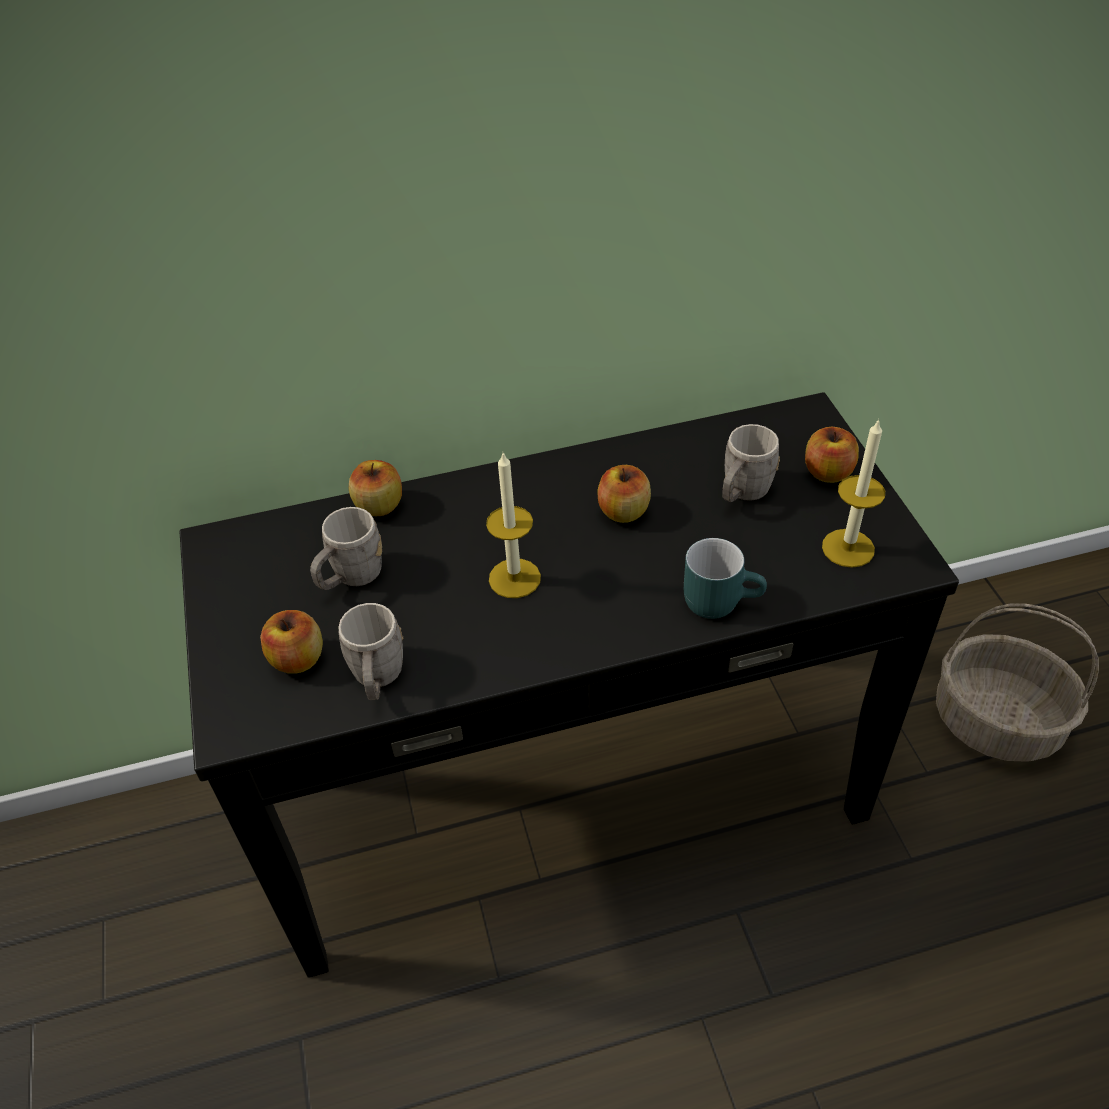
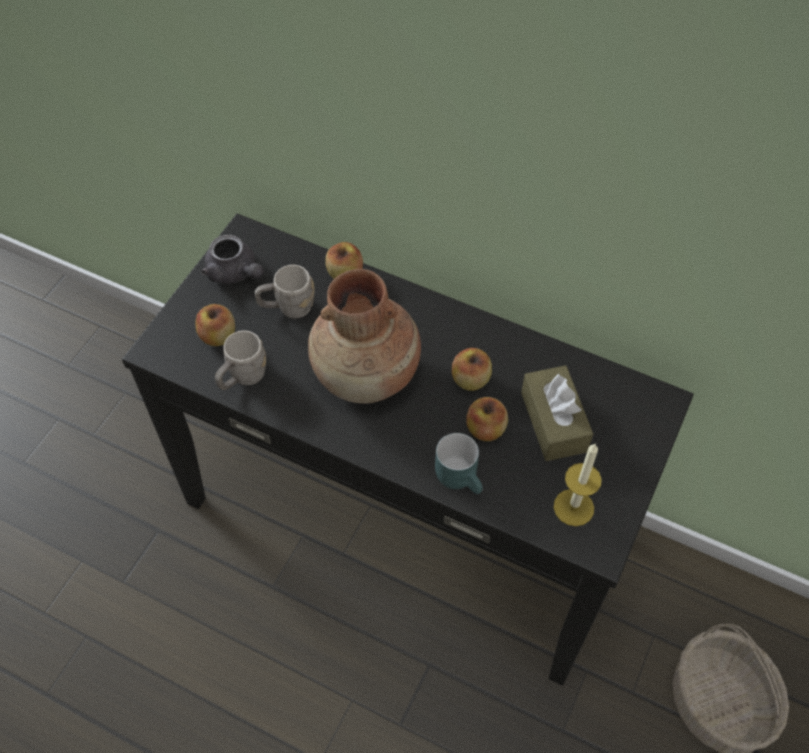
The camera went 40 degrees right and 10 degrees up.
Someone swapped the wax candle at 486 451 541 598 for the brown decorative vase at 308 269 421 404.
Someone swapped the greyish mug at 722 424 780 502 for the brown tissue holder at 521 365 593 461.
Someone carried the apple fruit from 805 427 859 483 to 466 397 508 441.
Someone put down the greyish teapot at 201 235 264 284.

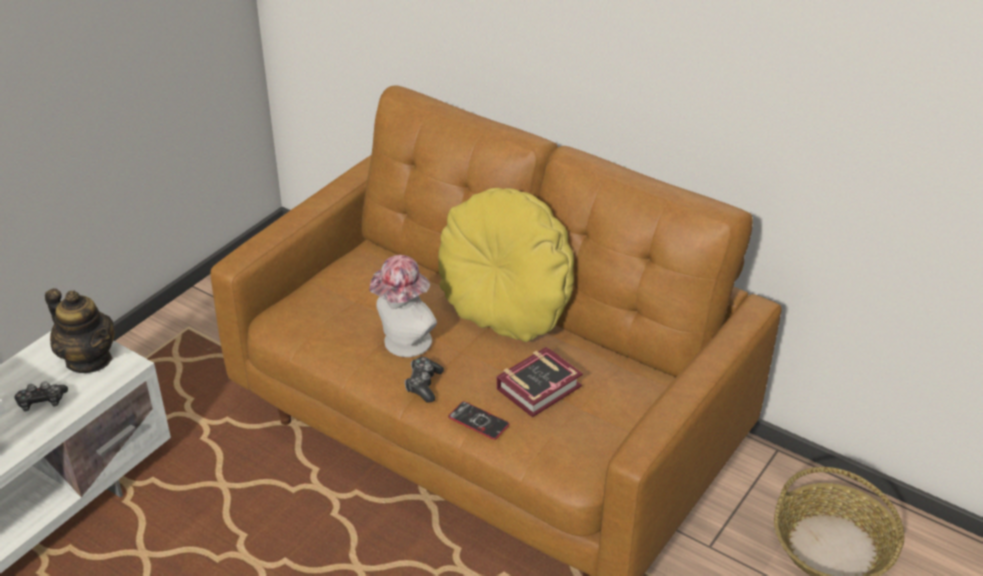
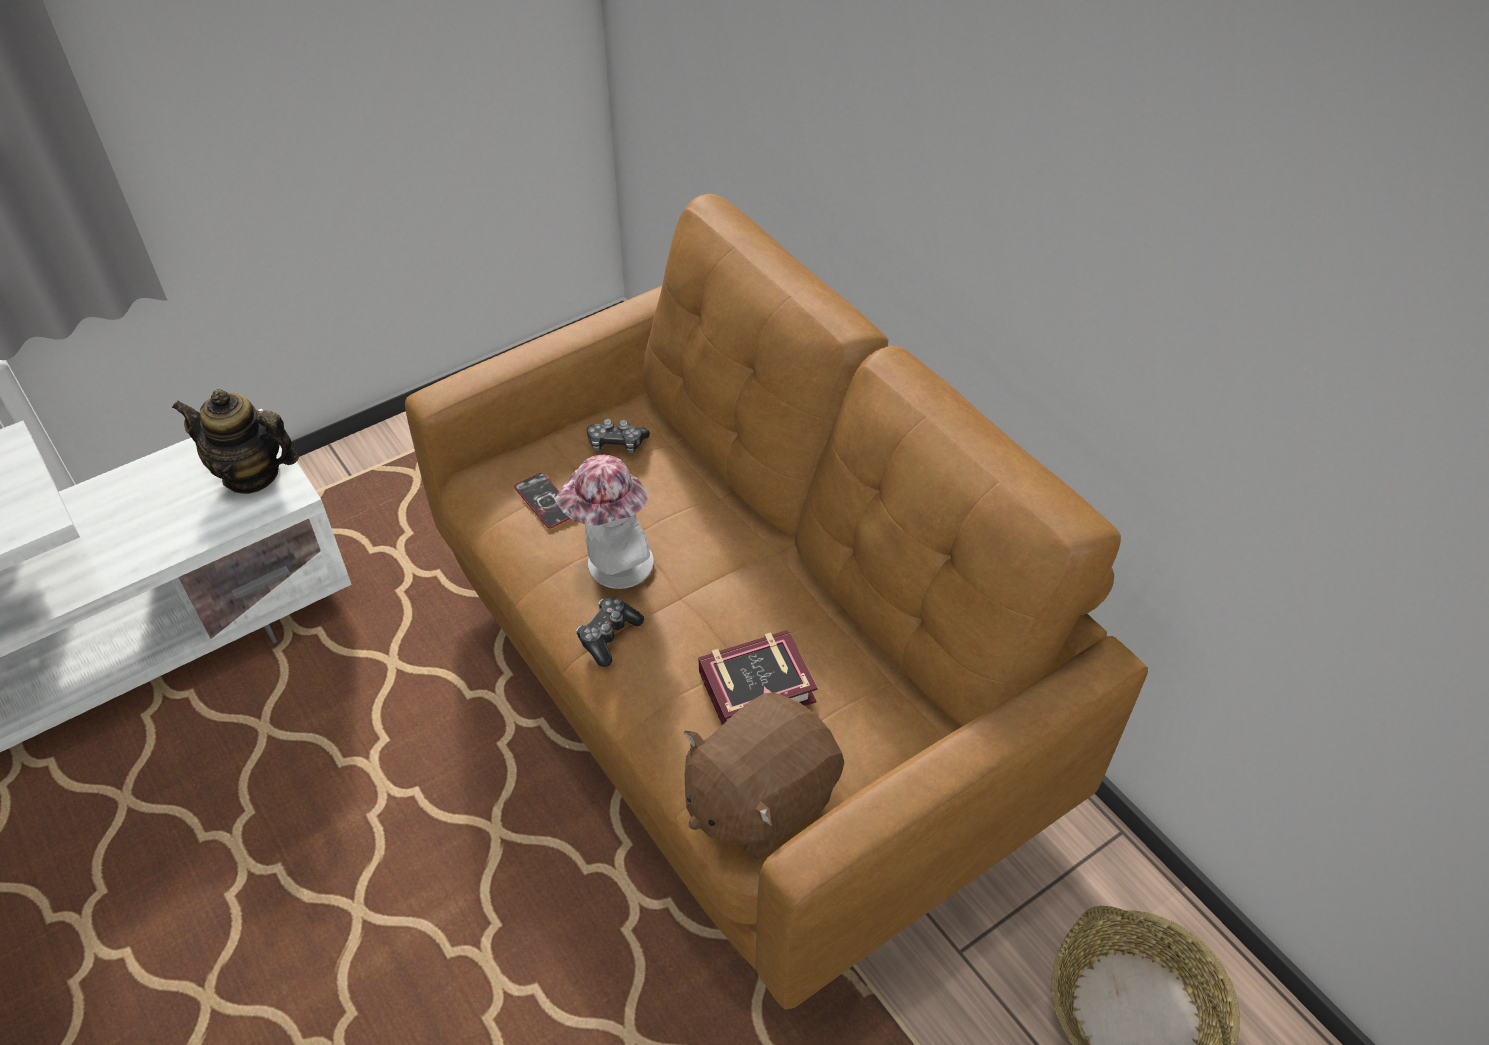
The camera went 20 degrees right and 10 degrees up.
Someone carried the joypad from 14 381 68 411 to 587 419 650 454.
Someone rotated the teapot at 45 288 114 373 by 135 degrees clockwise.
Someone took away the yellowish throw pillow at 438 188 574 342.
Someone carried the handset from 448 401 509 440 to 514 472 571 529.
Someone put down the brown plush toy at 684 693 844 859.

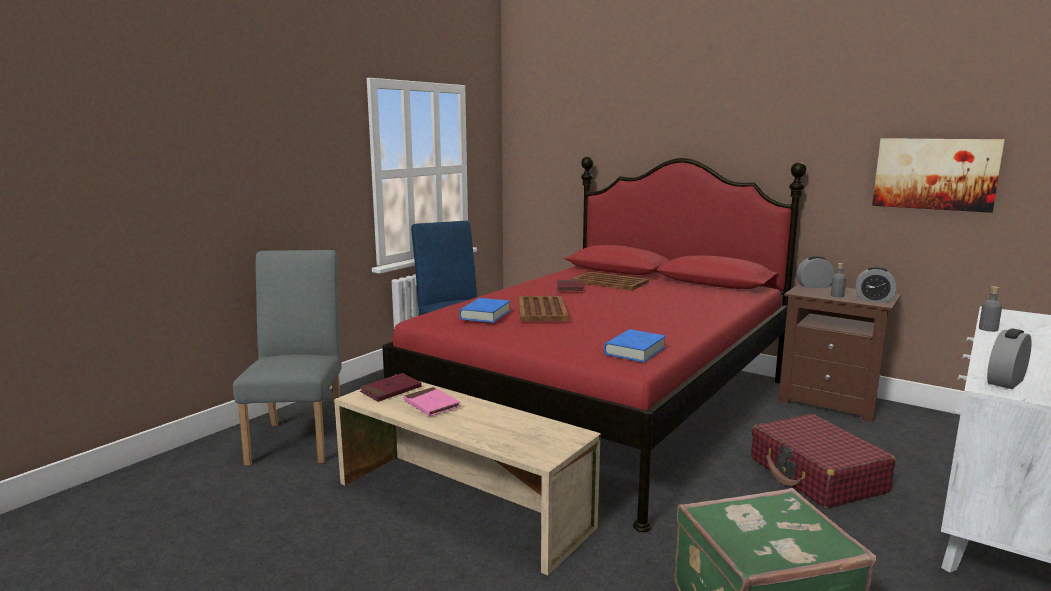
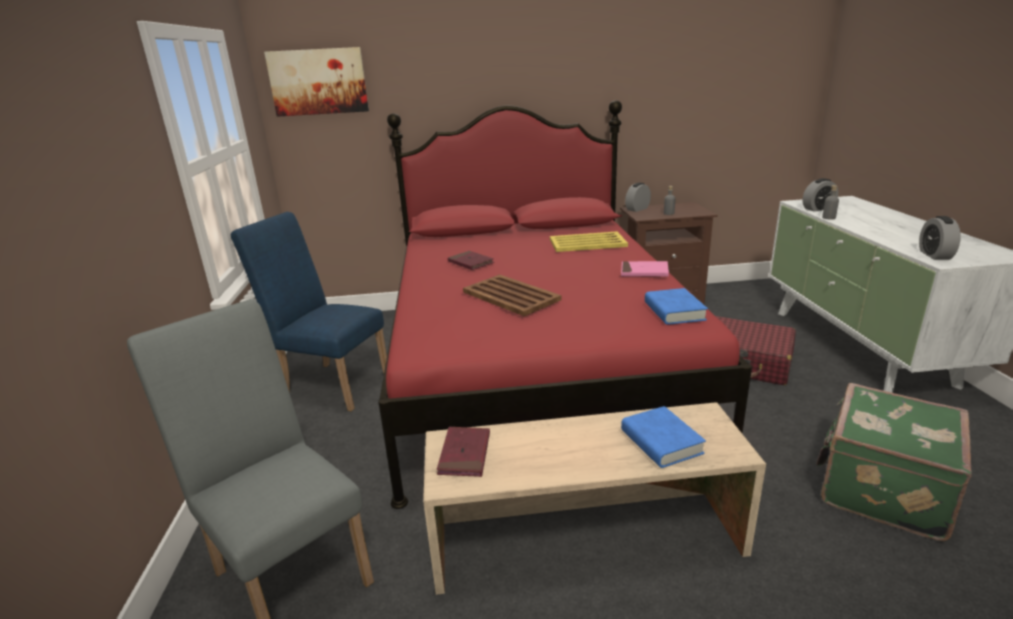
The camera went 40 degrees left and 10 degrees up.
Someone carried the pink-coloured book from 403 387 461 416 to 621 261 669 277.
Someone carried the blue-coloured book from 459 298 510 323 to 621 406 706 468.
Someone took away the brown carrying tray at 572 272 649 290.
Someone carried the table clock from 855 267 896 303 to 803 178 838 212.
Someone carried the picture from 872 138 1005 213 to 264 47 369 117.
Someone put down the yellowish carrying tray at 550 231 628 252.

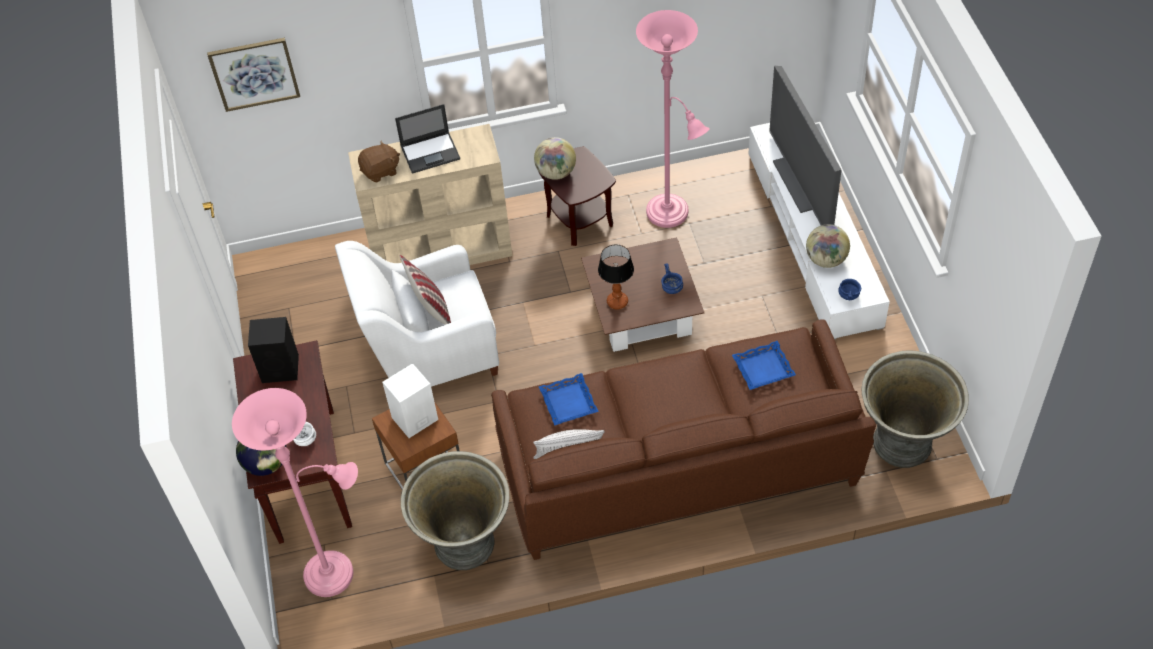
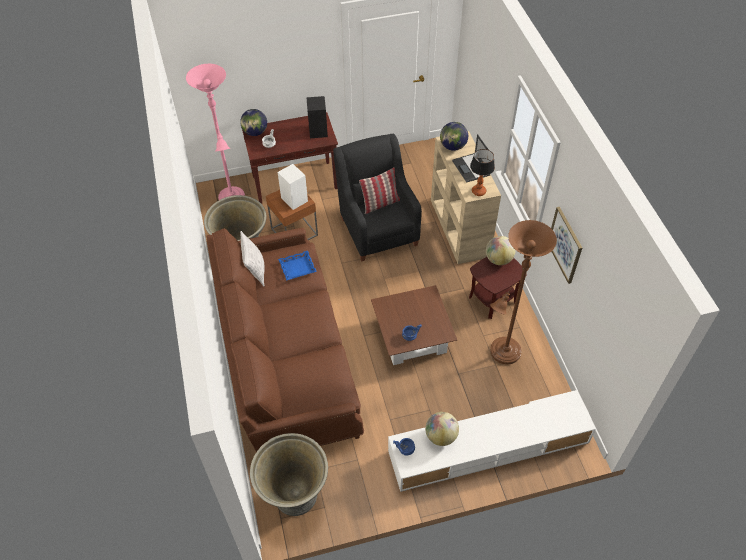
The camera went 85 degrees right and 0 degrees up.
Someone carried the picture from 207 38 300 112 to 551 207 582 284.
Someone repainted the white easy chair at 335 241 499 387, which became the black-coloured easy chair at 333 134 422 261.
Someone swapped the brown plush toy at 358 140 400 182 for the desk globe at 440 122 468 151.
Someone carried the table lamp from 598 244 634 310 to 470 149 495 196.
Someone repainted the pink-coloured standard lamp at 636 10 710 228, which became the brown standard lamp at 490 220 557 364.
Someone took away the blue-coloured carrying tray at 732 341 796 390.
Someone took away the TV at 769 65 842 225.

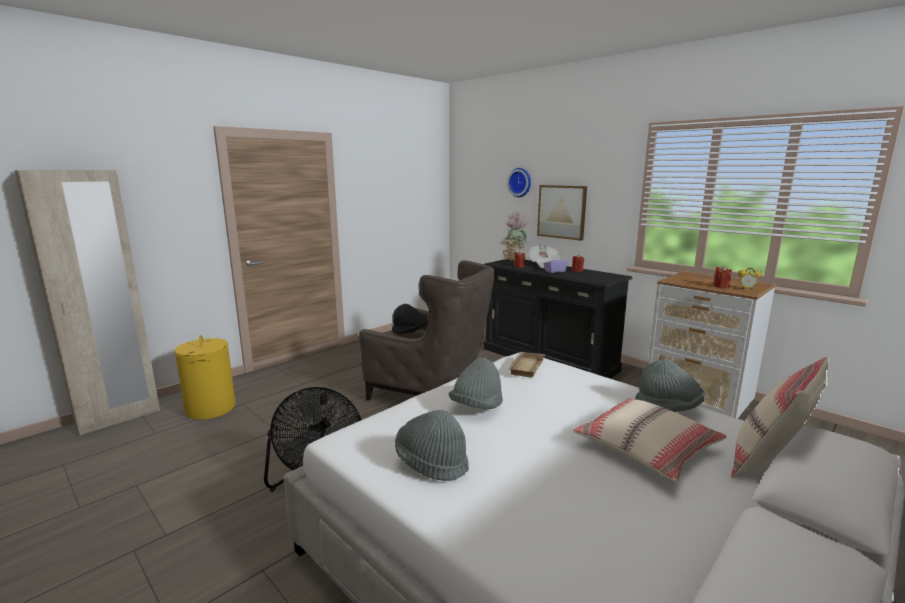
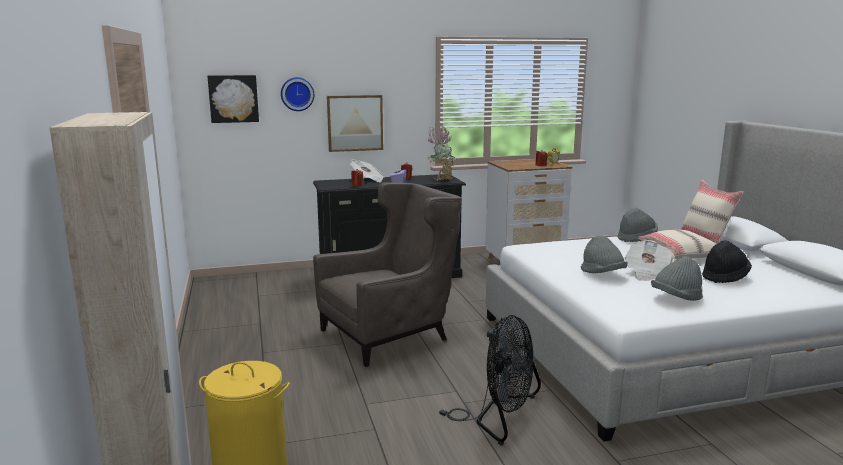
The camera went 60 degrees left and 0 degrees up.
Someone carried the black-coloured hat from 392 304 428 334 to 702 240 752 283.
Someone carried the plant in a pot from 501 212 529 260 to 427 125 455 180.
Someone took away the beige-coloured carrying tray at 508 352 545 377.
Someone put up the picture at 207 75 259 123.
Someone put down the printed paper at 625 240 675 281.

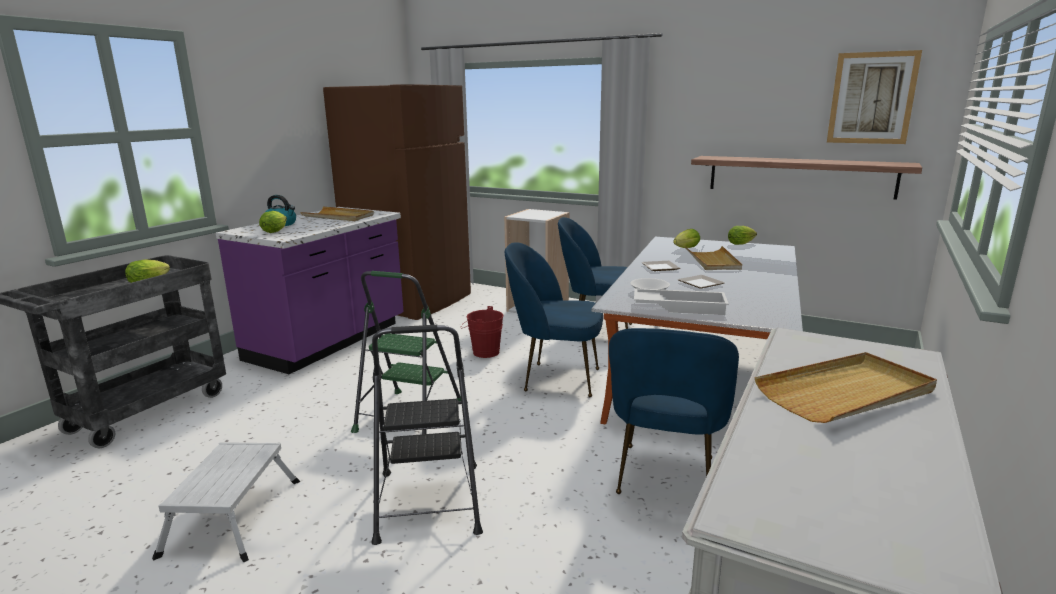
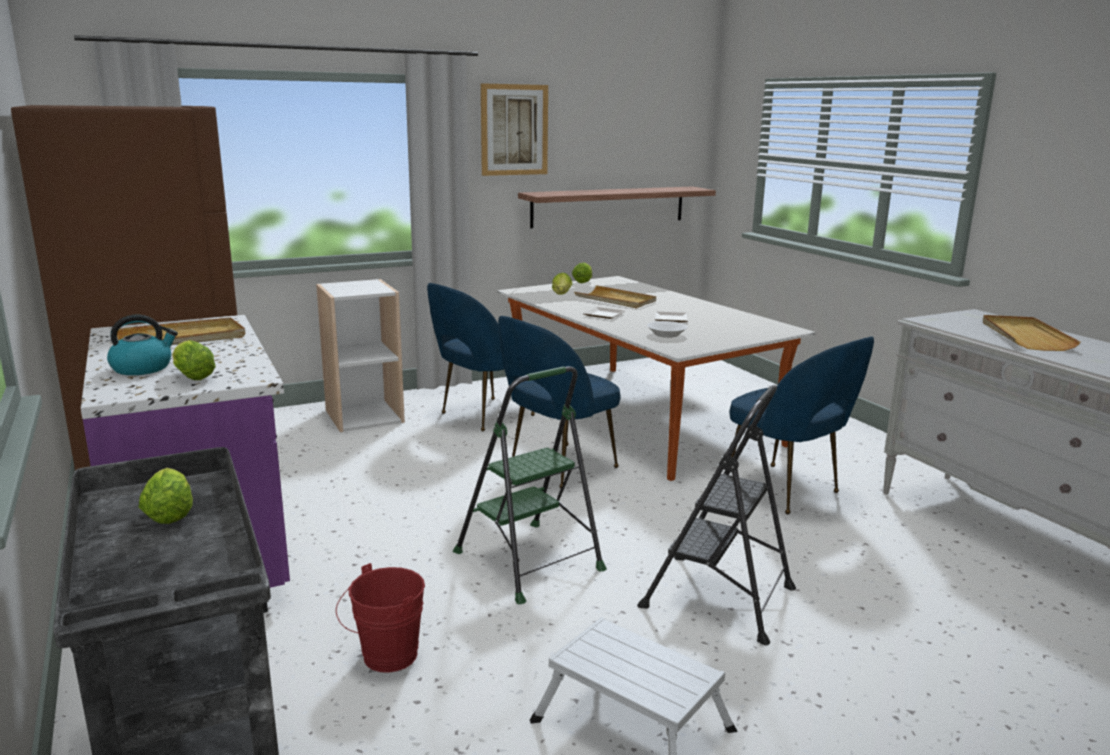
The camera went 55 degrees left and 0 degrees up.
Someone carried the red bucket from 461 306 504 358 to 336 563 425 673.
Someone took away the white carrying tray at 634 288 729 315.
Someone carried the picture from 827 50 922 144 to 481 83 548 176.

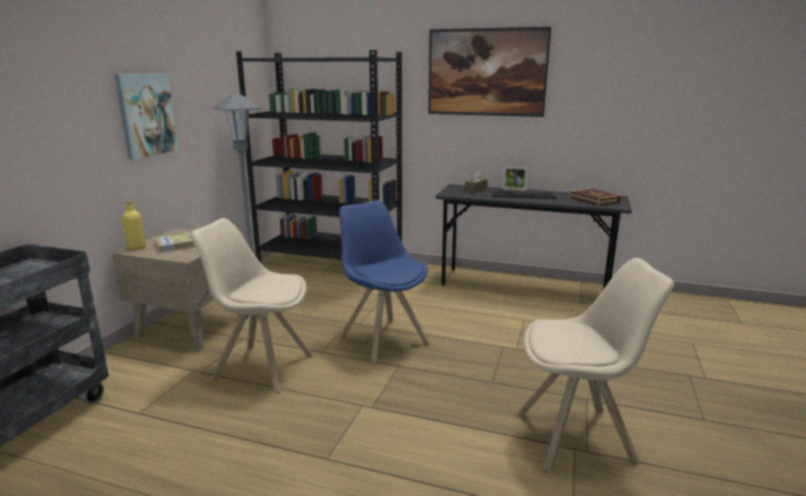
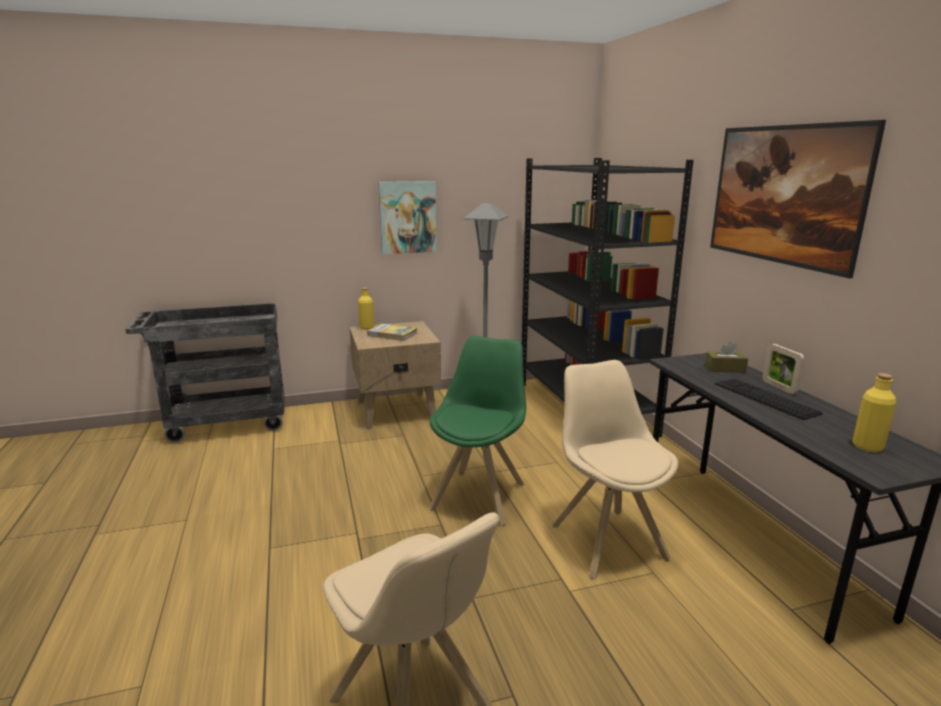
The camera went 55 degrees right and 0 degrees up.
Someone carried the beige-coloured upright chair from 191 218 313 394 to 552 360 678 579.
Someone repainted the blue-coloured upright chair at 339 200 430 364, which became the greenish upright chair at 429 336 526 526.
Someone swapped the book at 568 188 621 206 for the yellowish drink bottle at 852 373 896 453.

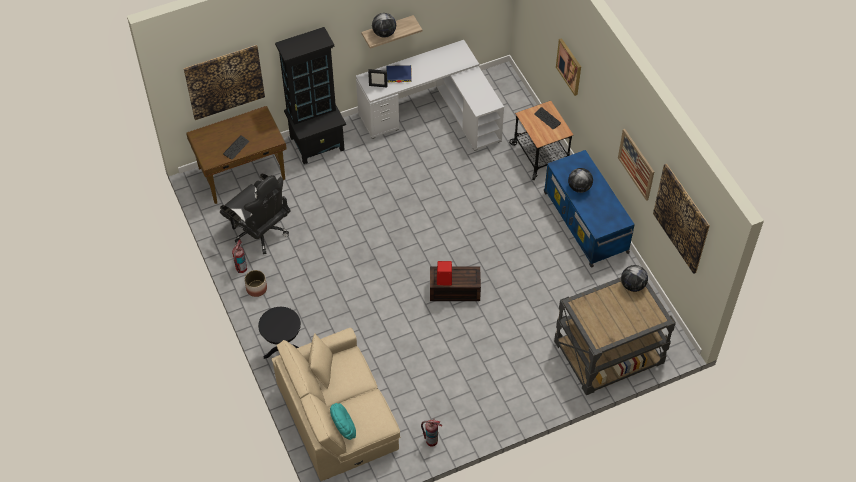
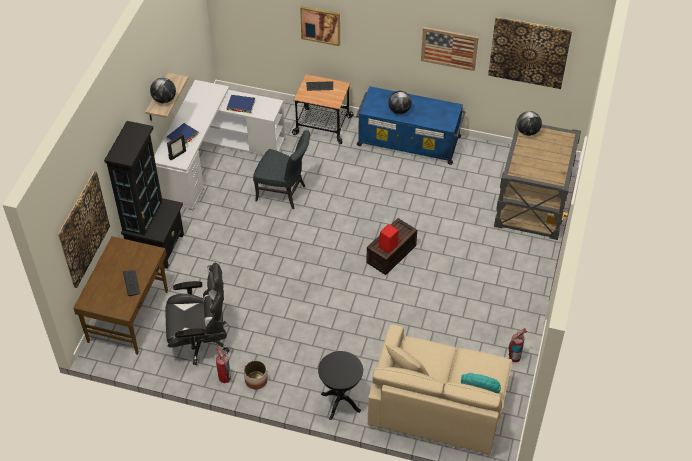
The camera went 50 degrees left and 5 degrees down.
Someone put down the blue-coloured book at 227 95 255 113.
Someone put down the greyish upright chair at 253 130 310 209.

